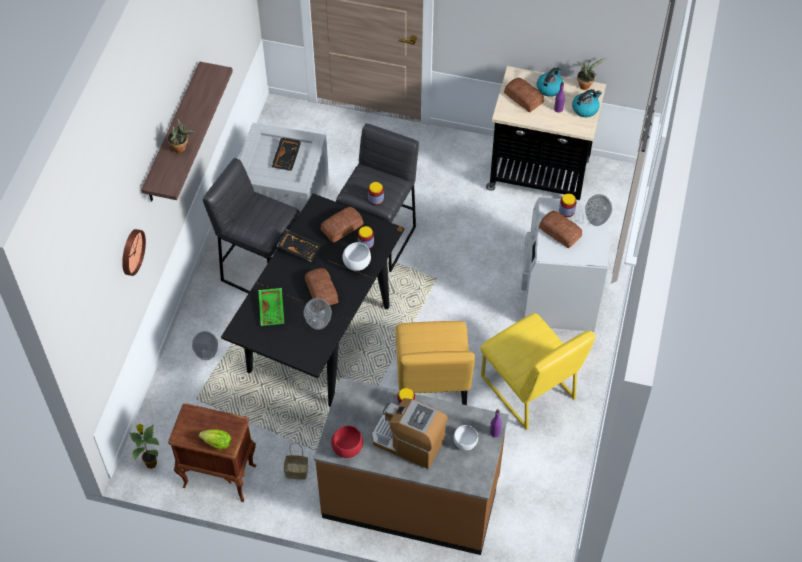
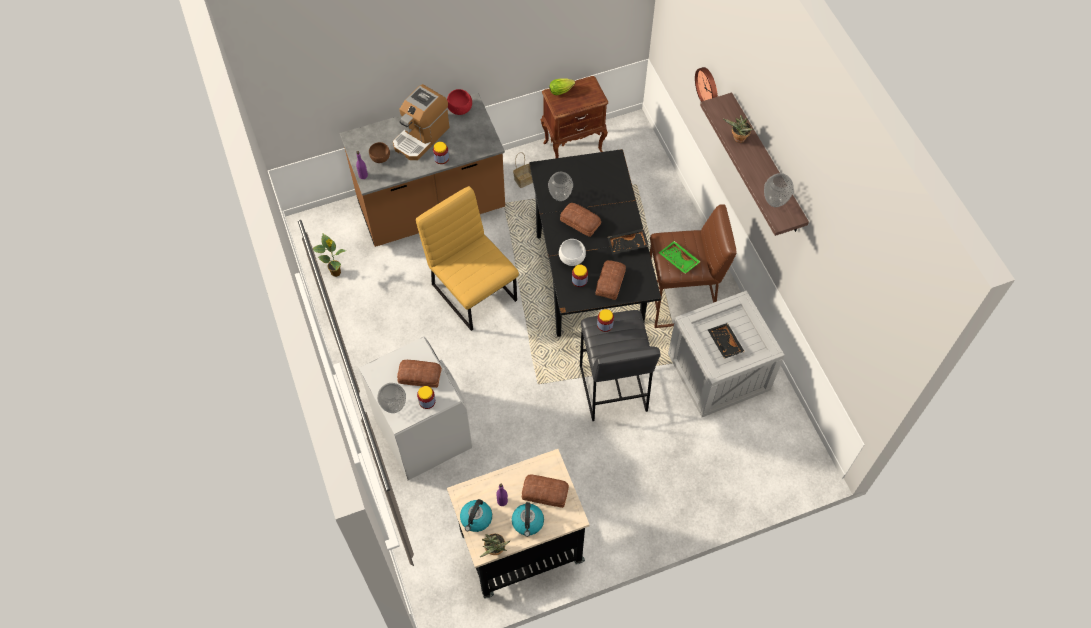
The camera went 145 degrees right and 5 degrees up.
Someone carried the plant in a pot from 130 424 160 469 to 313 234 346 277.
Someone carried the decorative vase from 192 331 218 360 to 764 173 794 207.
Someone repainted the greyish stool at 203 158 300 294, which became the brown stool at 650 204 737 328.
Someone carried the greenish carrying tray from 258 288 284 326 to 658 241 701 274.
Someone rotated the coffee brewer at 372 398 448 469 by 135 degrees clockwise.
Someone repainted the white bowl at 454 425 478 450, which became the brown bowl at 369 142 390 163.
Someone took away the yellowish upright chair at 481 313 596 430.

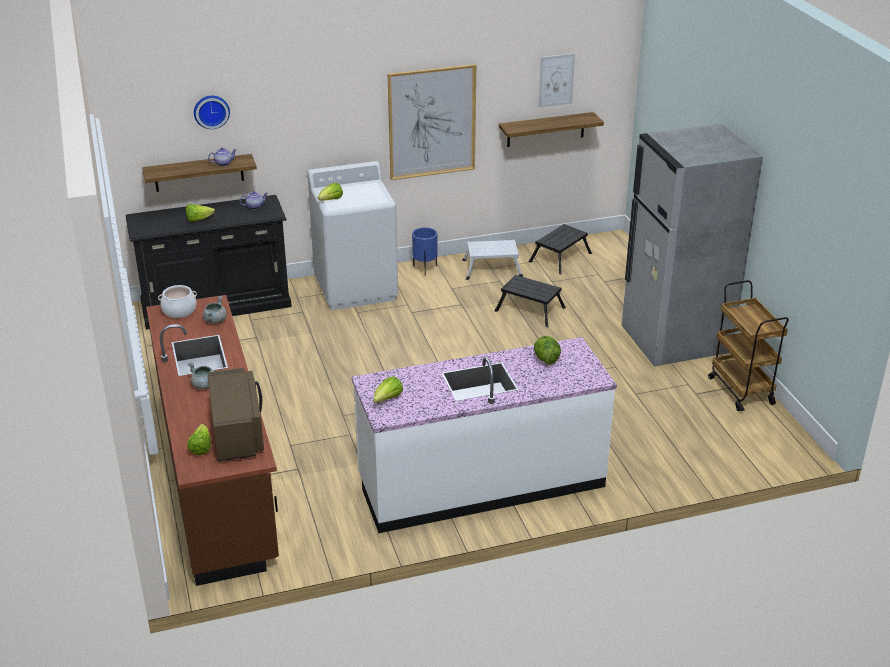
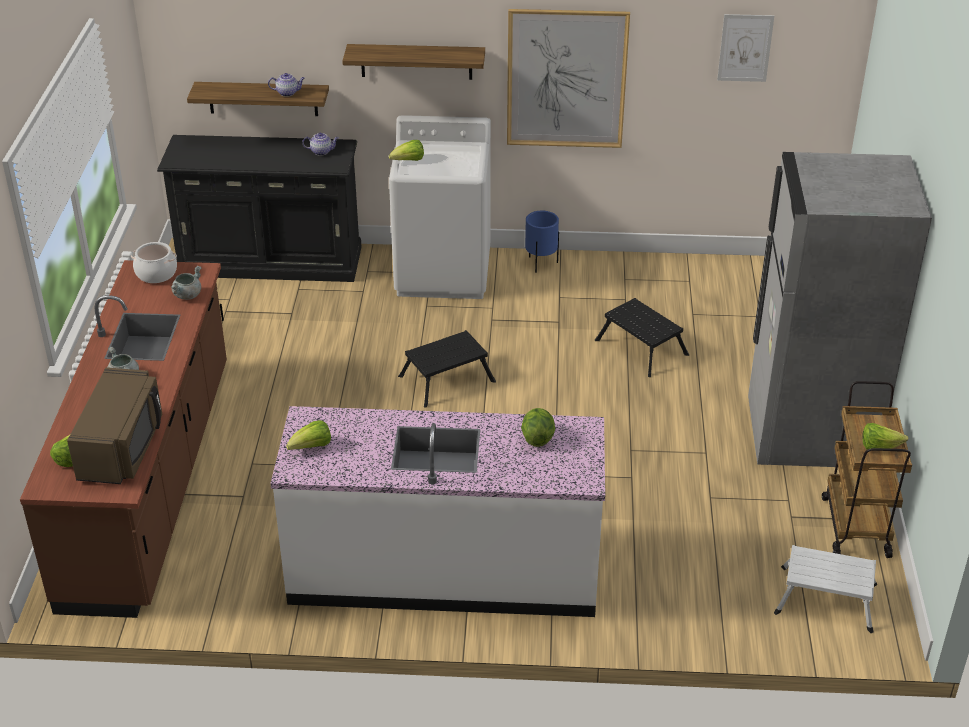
The camera went 20 degrees right and 5 degrees up.
Someone carried the lettuce head from 186 204 215 222 to 862 423 908 450.
Someone took away the hanging clock at 194 96 230 129.
Someone carried the white step ladder from 462 240 523 280 to 774 545 877 633.
Someone carried the bracket shelf from 499 112 604 147 to 342 44 485 80.
Someone carried the black-coloured step ladder from 528 224 592 275 to 398 330 496 408.

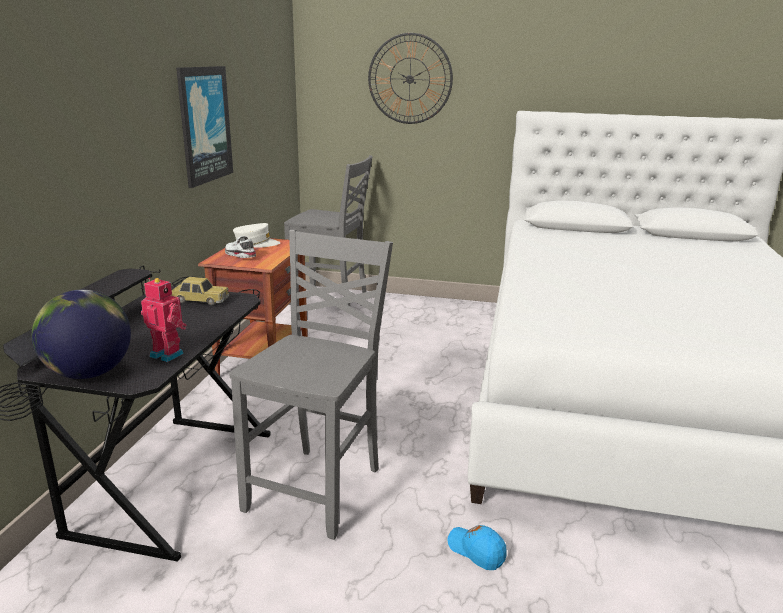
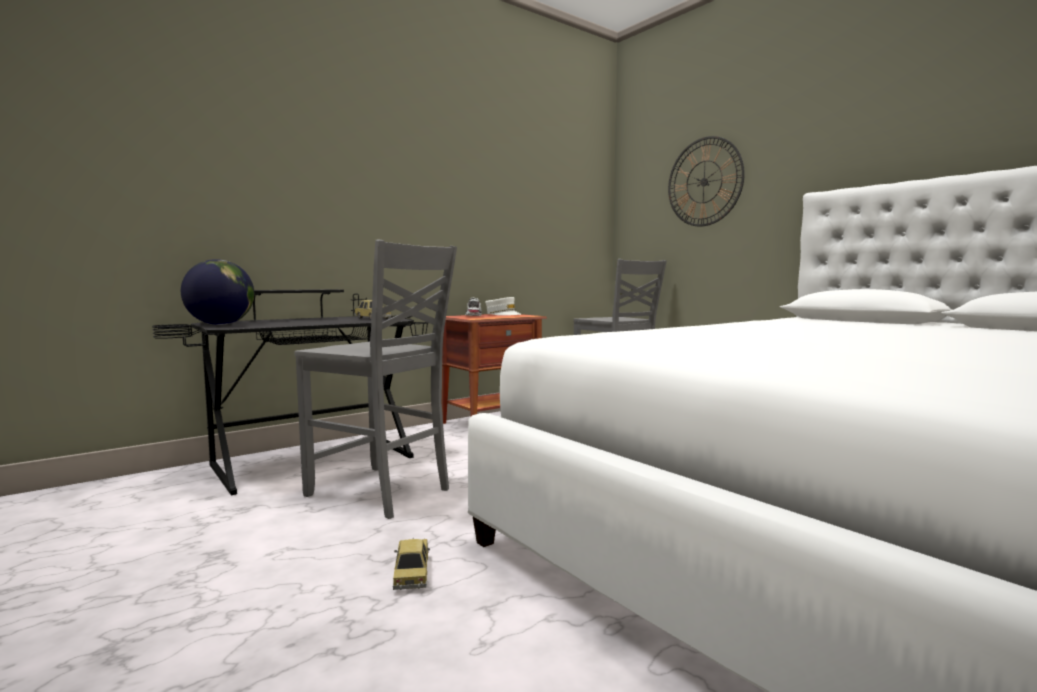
The camera went 40 degrees right and 15 degrees down.
Someone took away the model robot at 141 278 187 362.
Someone took away the picture at 176 66 233 188.
Someone rotated the greyish upright chair at 229 230 393 540 by 60 degrees clockwise.
Someone swapped the blue-coloured peaked cap at 447 525 507 570 for the toy car at 393 538 430 590.

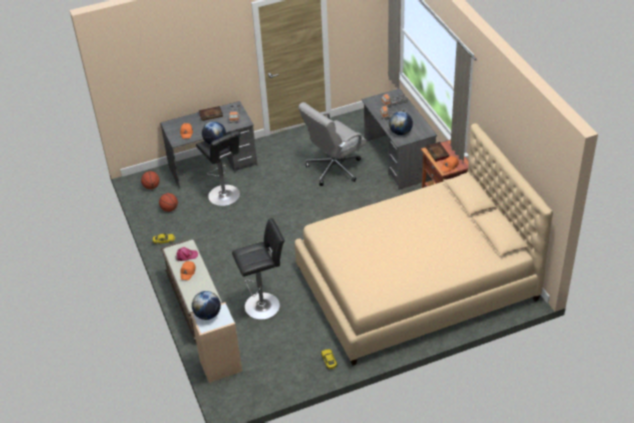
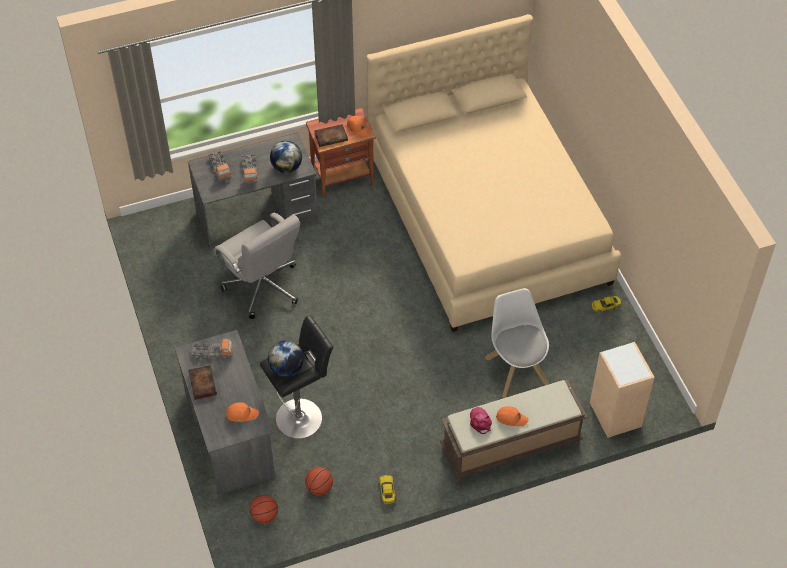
The camera went 90 degrees left and 10 degrees up.
Someone took away the desk globe at 192 291 221 320.
Someone swapped the black-coloured stool at 232 218 285 320 for the upright chair at 485 288 549 398.

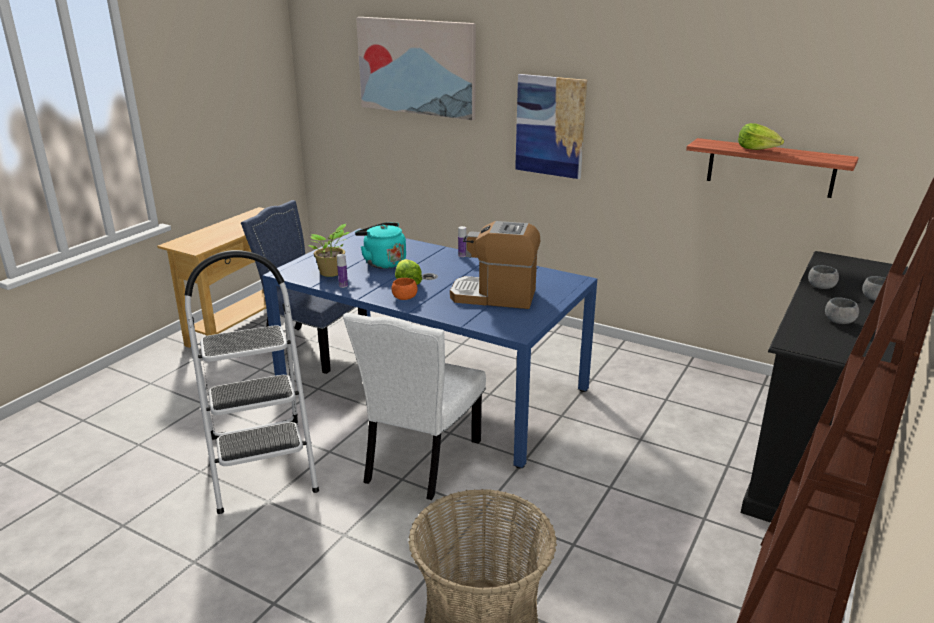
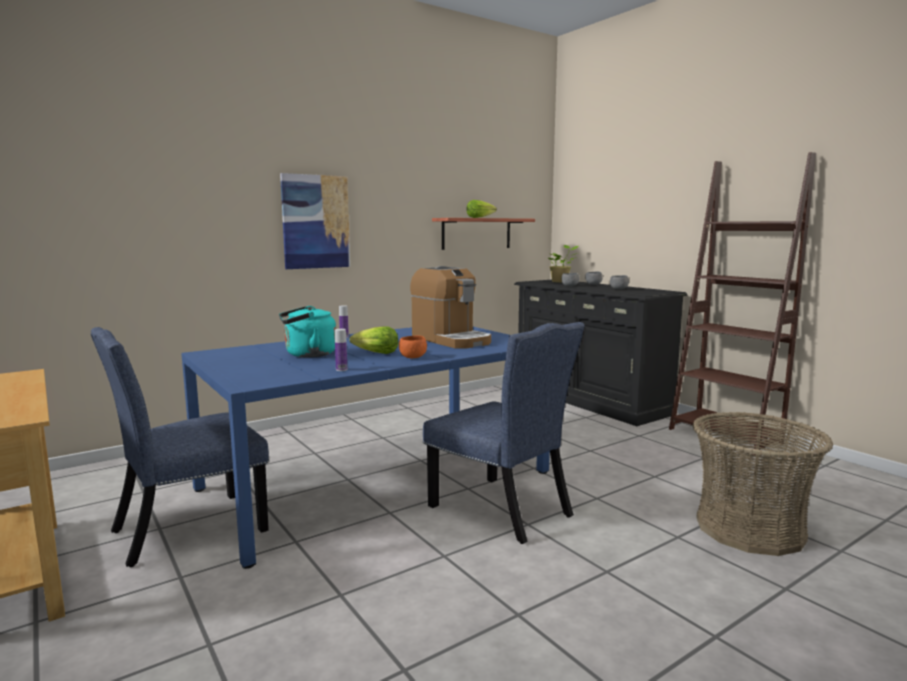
The camera went 65 degrees left and 15 degrees down.
Someone took away the step ladder at 185 250 319 514.
Someone carried the plant in a pot from 308 224 349 277 to 548 245 578 282.
Someone repainted the white upright chair at 343 313 486 500, which became the blue-coloured upright chair at 423 322 585 544.
Someone took away the picture at 356 17 476 120.
Someone rotated the coffee brewer at 450 221 540 309 by 75 degrees counterclockwise.

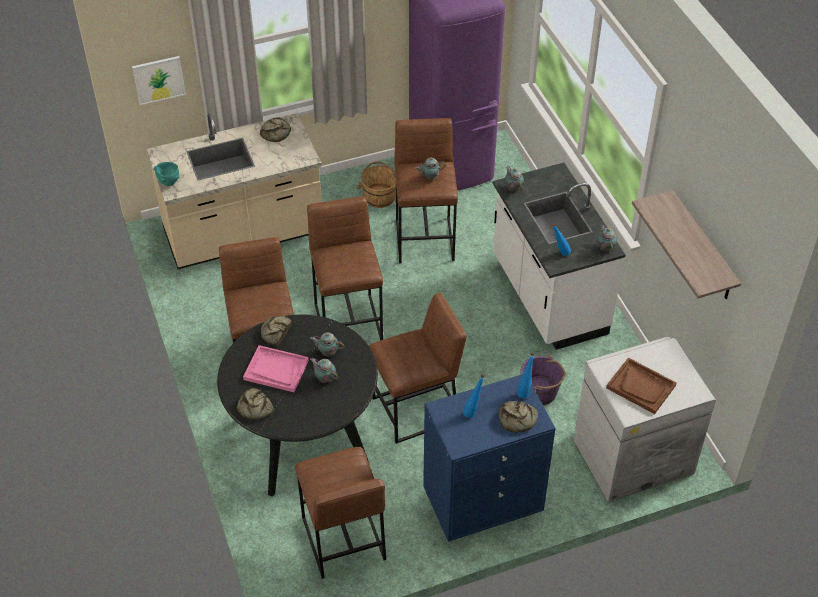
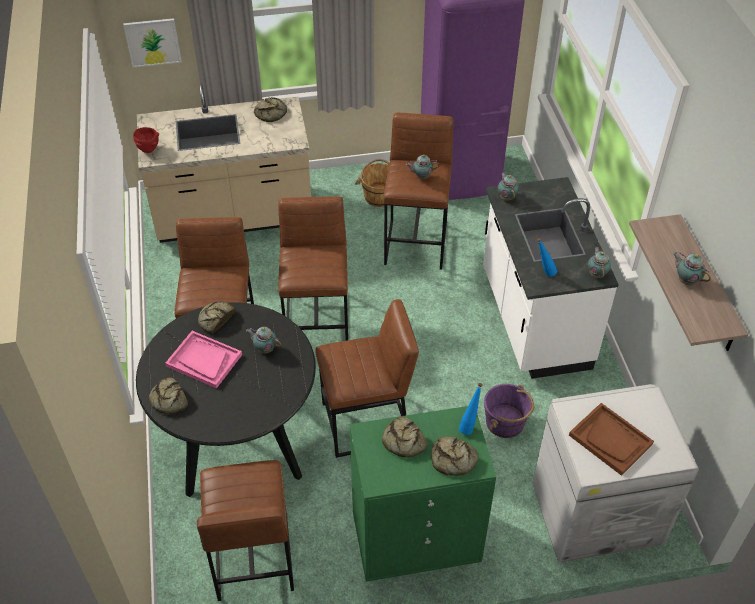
The camera went 10 degrees right and 0 degrees up.
Someone repainted the turquoise-coloured bowl at 154 162 180 186, which became the red bowl at 133 127 159 153.
Someone swapped the brown stool at 307 196 383 340 for the brown upright chair at 278 196 348 341.
Someone carried the teapot from 310 358 338 383 to 673 252 711 285.
Someone repainted the blue-coloured storage cabinet at 423 374 556 542, which became the greenish storage cabinet at 350 406 496 582.
Someone swapped the blue-coloured drink bottle at 463 374 484 418 for the bakery bread at 382 416 428 458.

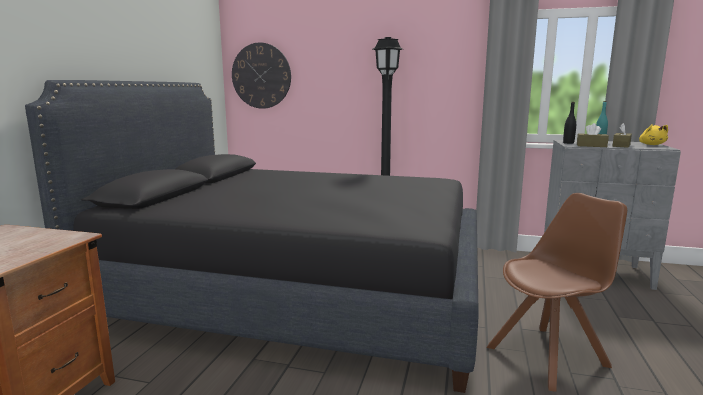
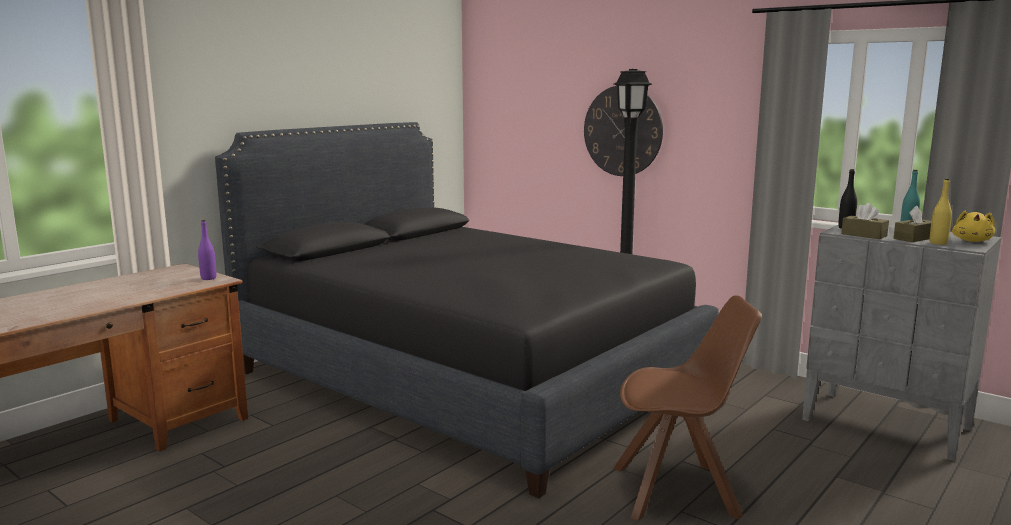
The camera went 25 degrees right and 0 degrees up.
Someone carried the hanging clock from 232 42 291 109 to 584 86 663 176.
Someone put down the purplish drink bottle at 198 220 216 280.
Someone put down the yellowish drink bottle at 930 178 952 245.

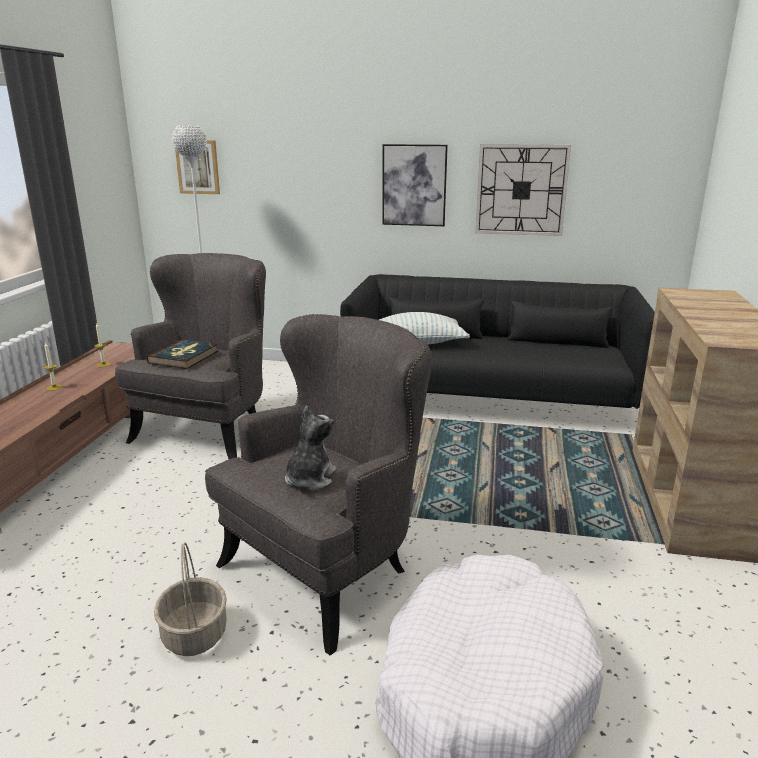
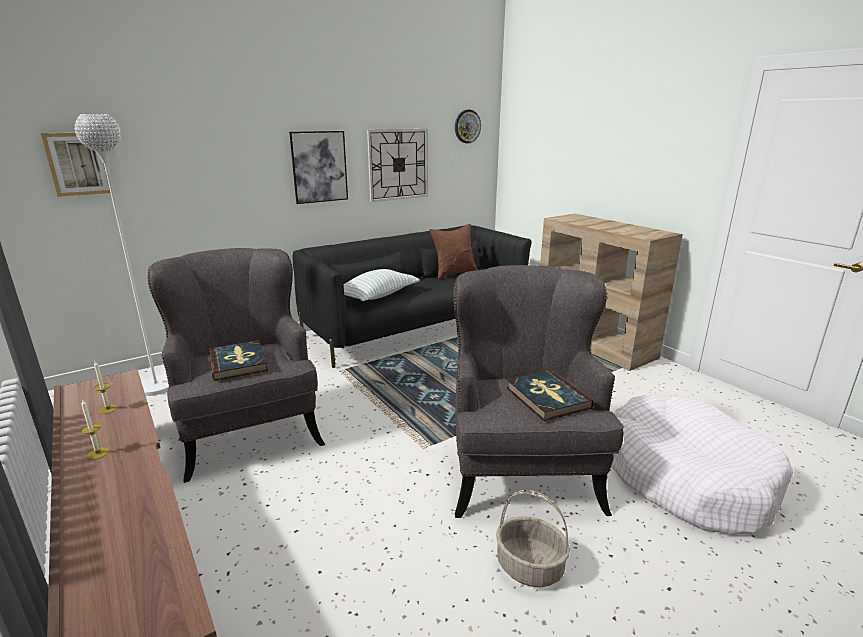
The camera went 45 degrees left and 0 degrees up.
Someone swapped the plush toy at 285 405 336 490 for the book at 506 370 594 421.
Someone put down the brown throw pillow at 430 224 478 279.
Someone put up the hanging clock at 455 110 481 143.

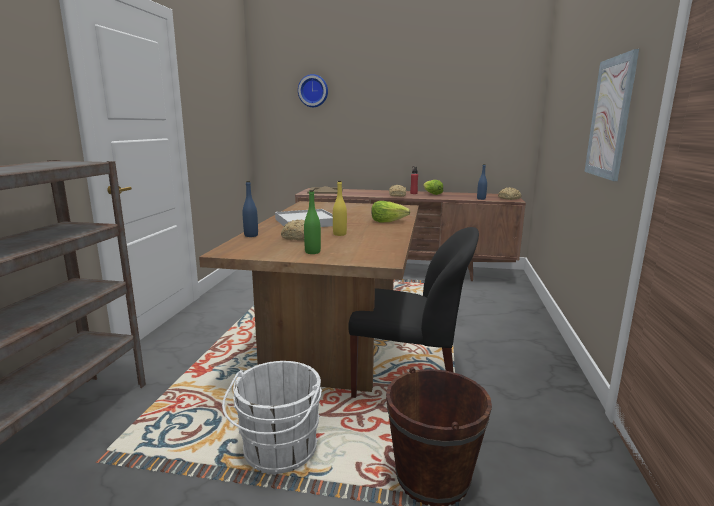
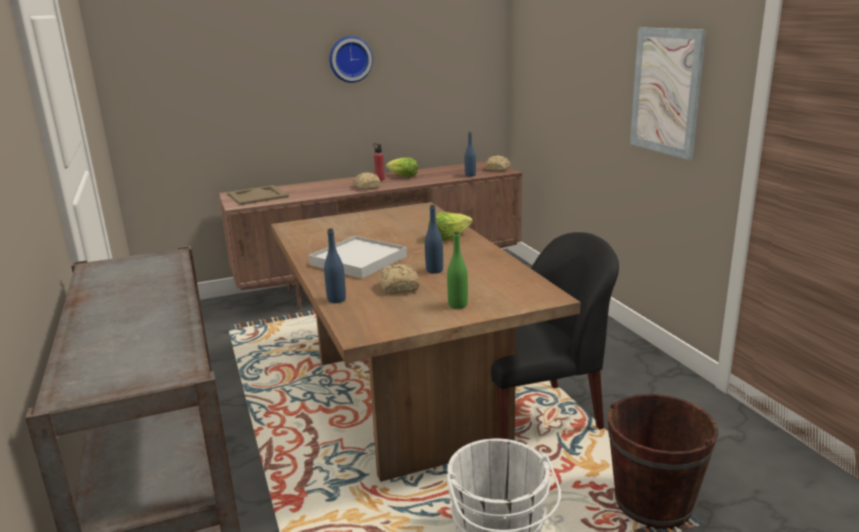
The camera went 30 degrees left and 5 degrees up.
Someone carried the hanging clock from 298 74 328 107 to 329 36 373 83.
Someone repainted the yellowish drink bottle at 333 181 347 236, which became the blue-coloured drink bottle at 425 205 443 274.

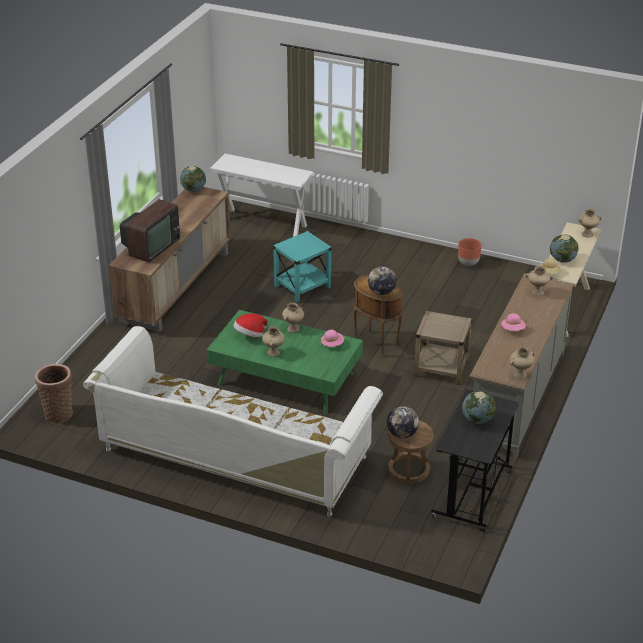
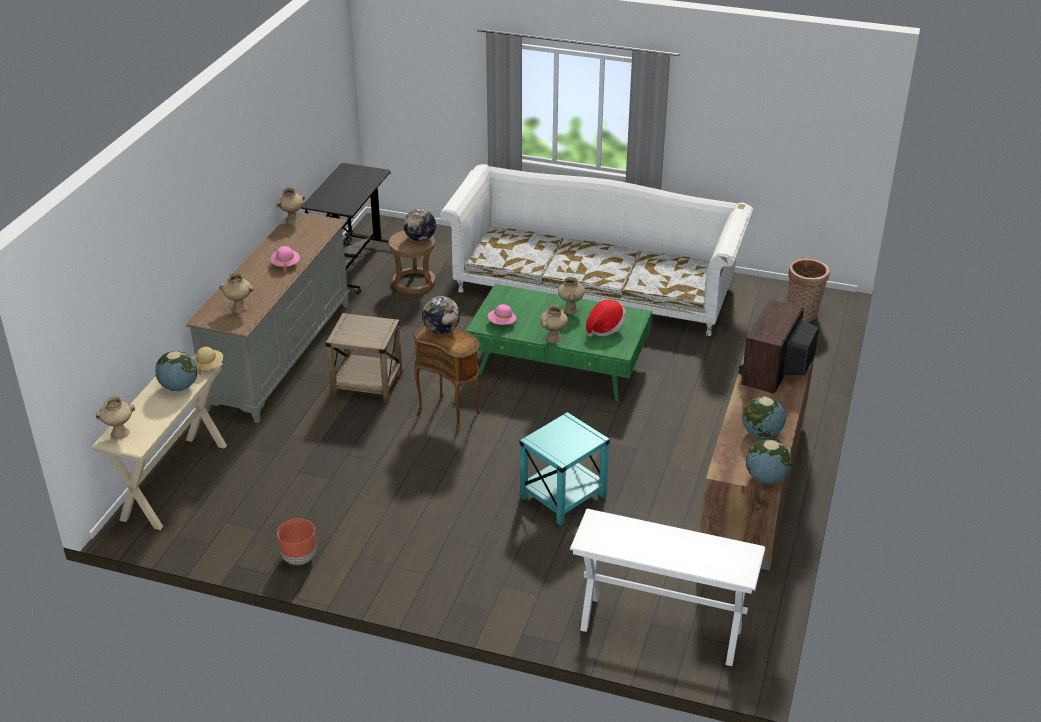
The camera went 175 degrees right and 0 degrees up.
Someone carried the desk globe from 462 391 496 424 to 742 396 786 439.

